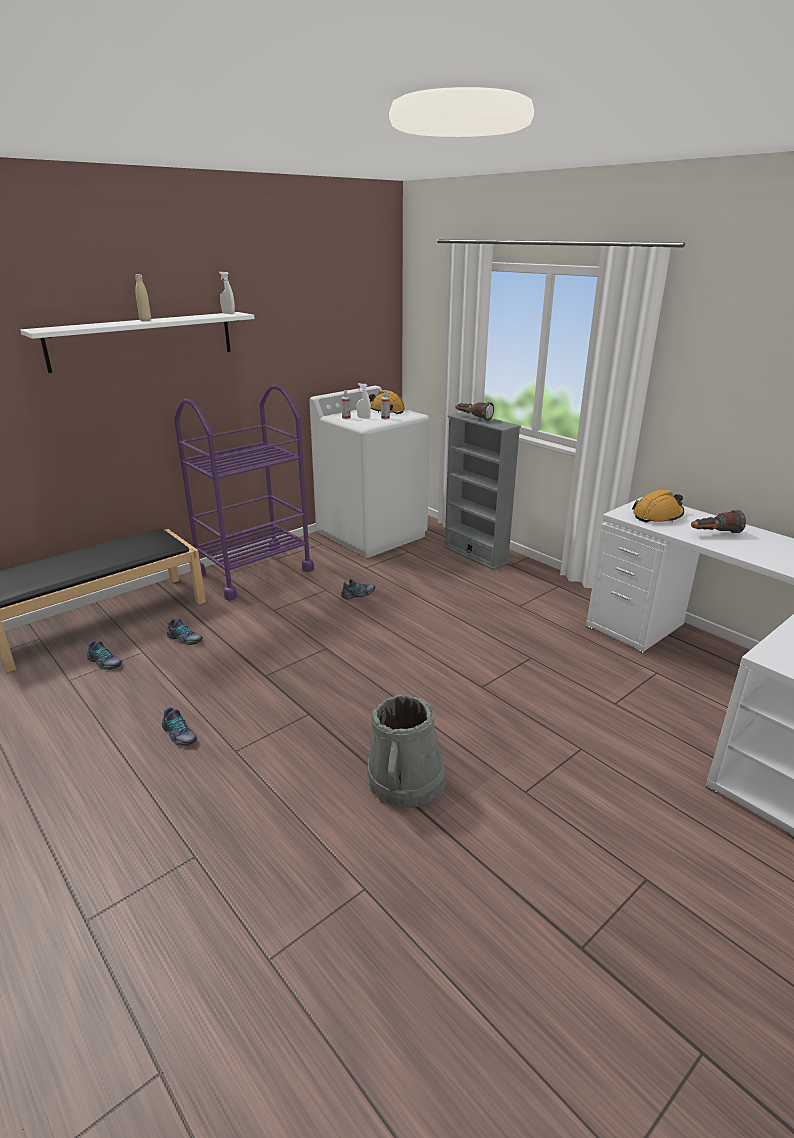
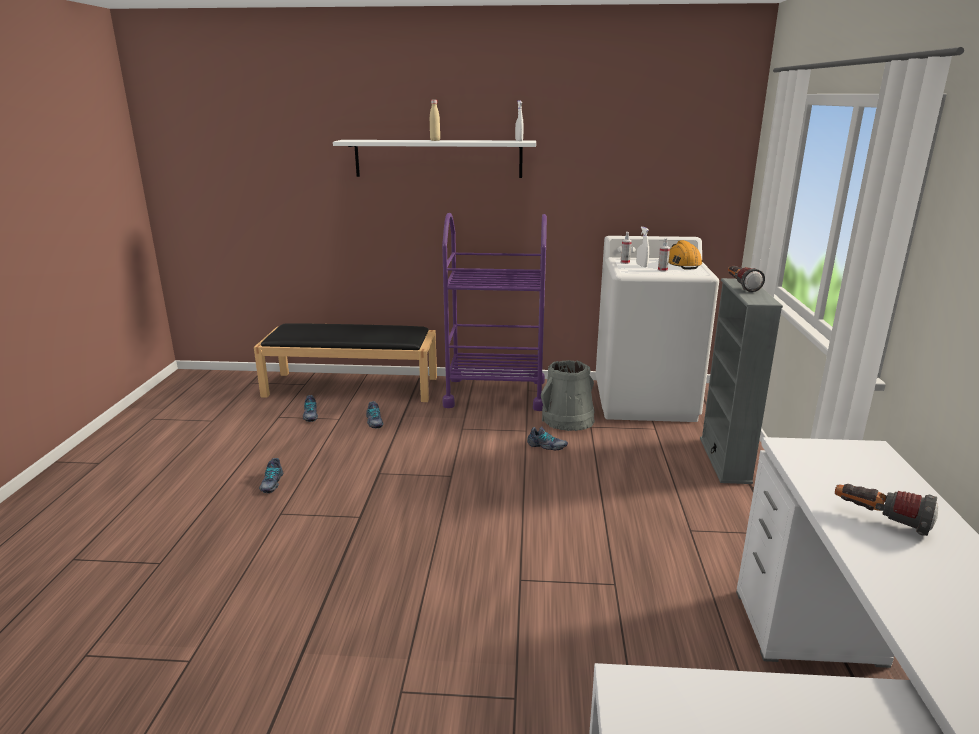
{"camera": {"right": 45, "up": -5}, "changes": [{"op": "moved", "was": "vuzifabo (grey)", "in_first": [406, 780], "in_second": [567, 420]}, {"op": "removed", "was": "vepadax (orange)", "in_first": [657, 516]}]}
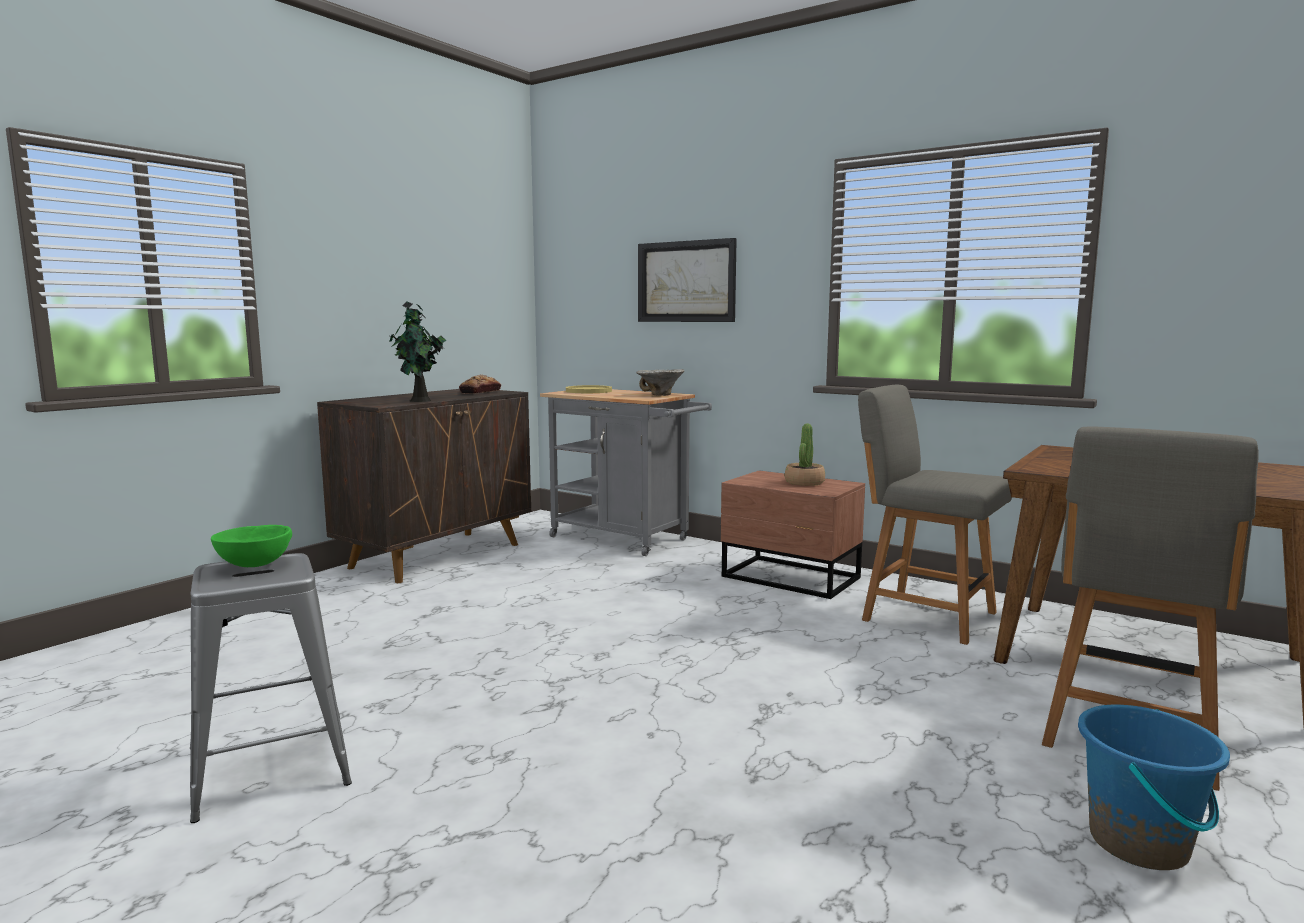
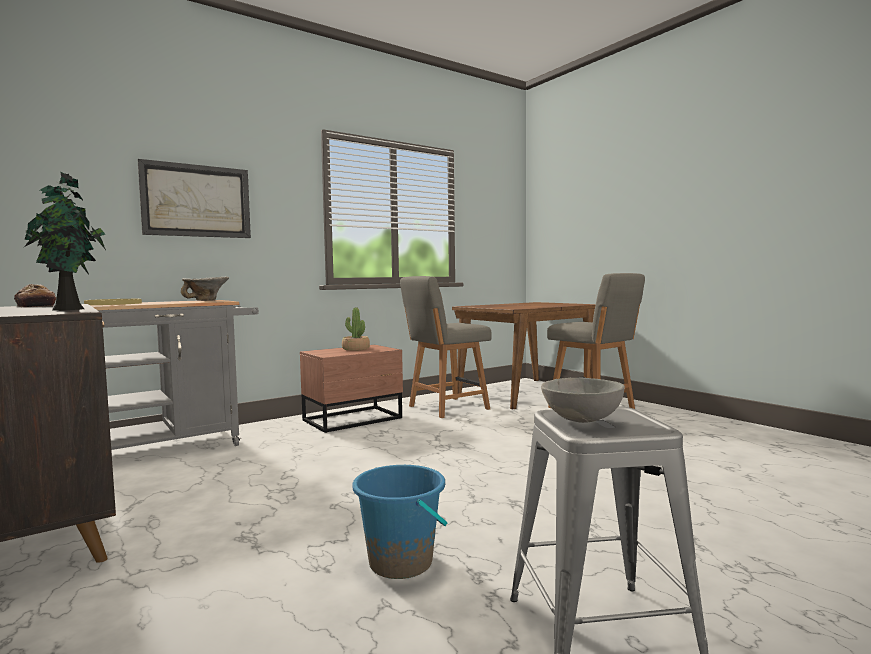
{"camera": {"right": -70, "up": -5}, "changes": [{"op": "recoloured", "was": "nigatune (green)", "now": "nigatune (grey)", "in_first": [253, 565], "in_second": [581, 421]}, {"op": "moved", "was": "vuzifabo (blue)", "in_first": [1139, 843], "in_second": [401, 562]}]}
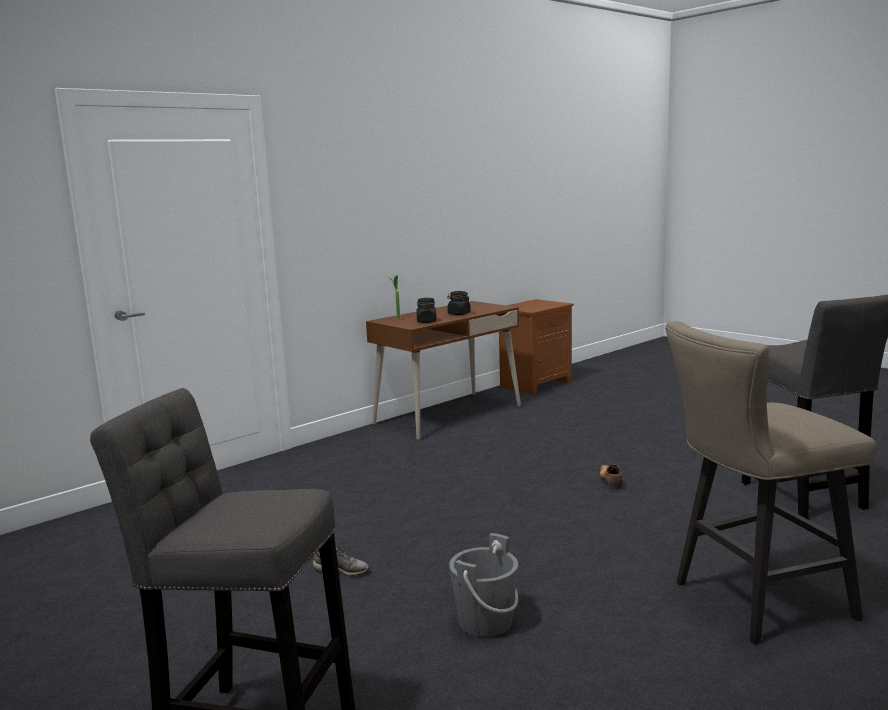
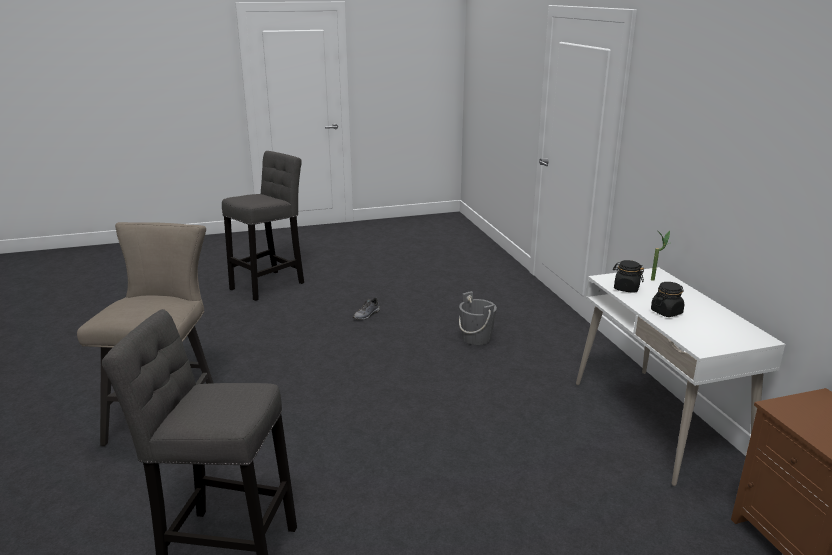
{"camera": {"right": 115, "up": 10}, "changes": [{"op": "recoloured", "was": "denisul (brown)", "now": "denisul (white)", "in_first": [448, 415], "in_second": [657, 422]}, {"op": "moved", "was": "vuzifabo (grey)", "in_first": [485, 621], "in_second": [476, 338]}, {"op": "removed", "was": "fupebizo", "in_first": [610, 481]}]}
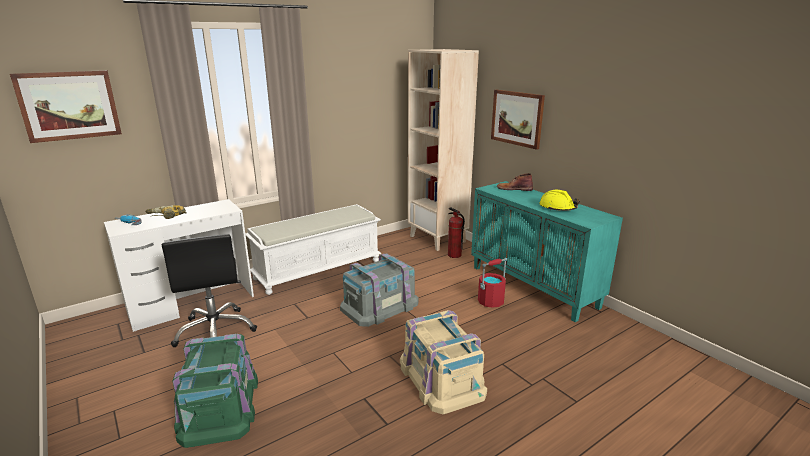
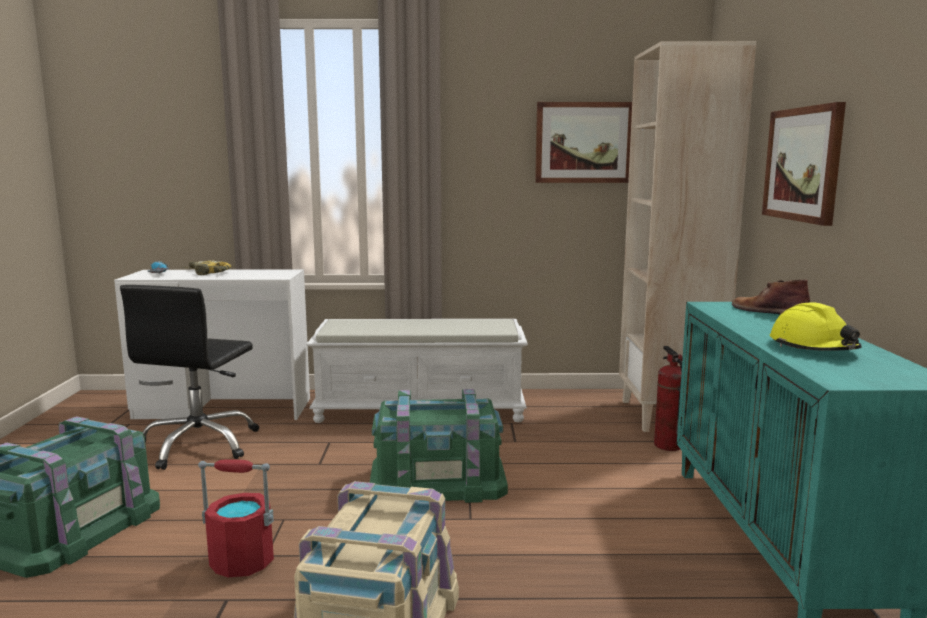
{"camera": {"right": 35, "up": -10}, "changes": [{"op": "moved", "was": "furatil", "in_first": [69, 105], "in_second": [583, 142]}, {"op": "recoloured", "was": "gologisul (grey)", "now": "gologisul (green)", "in_first": [379, 305], "in_second": [438, 480]}, {"op": "moved", "was": "vuzifabo (red)", "in_first": [490, 302], "in_second": [242, 562]}]}
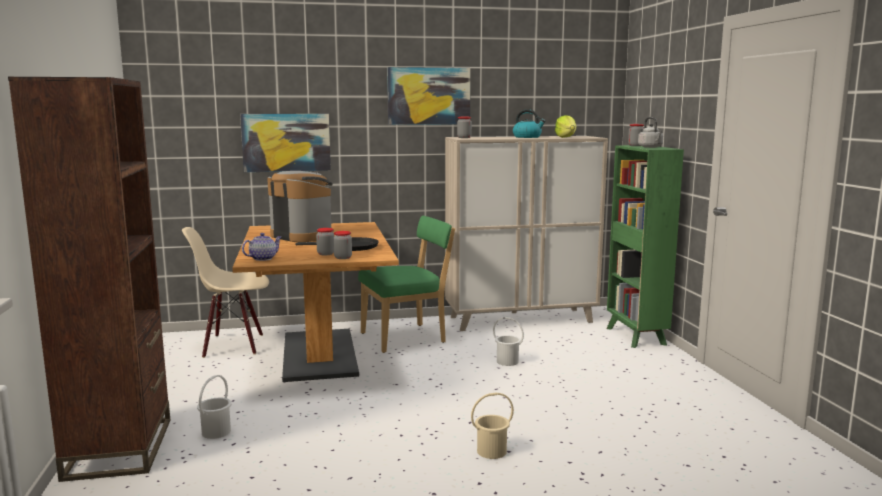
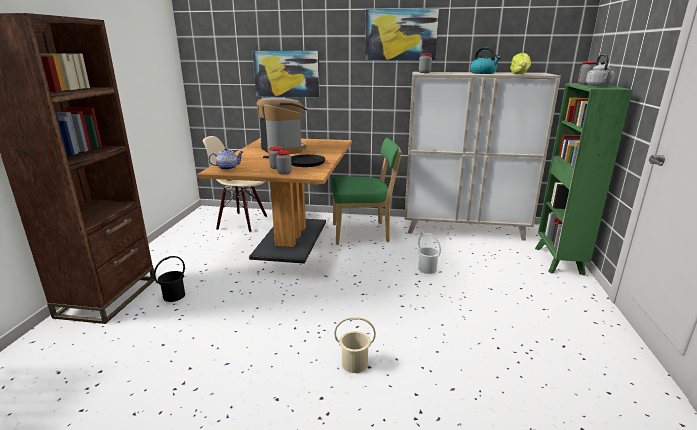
{"camera": {"right": 20, "up": 10}, "changes": [{"op": "recoloured", "was": "vuzifabo (white)", "now": "vuzifabo (black)", "in_first": [215, 432], "in_second": [173, 296]}]}
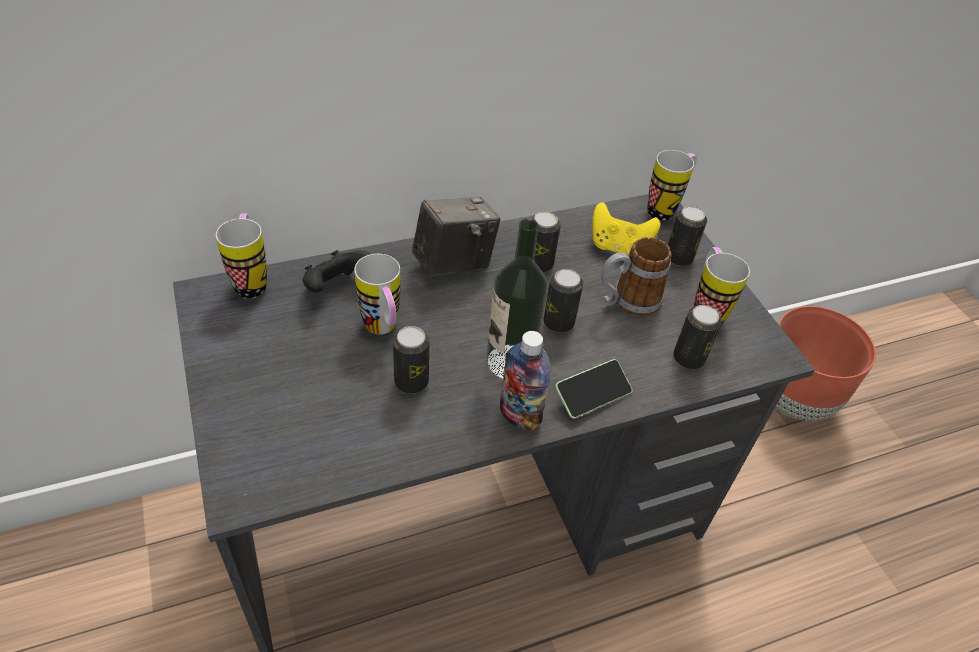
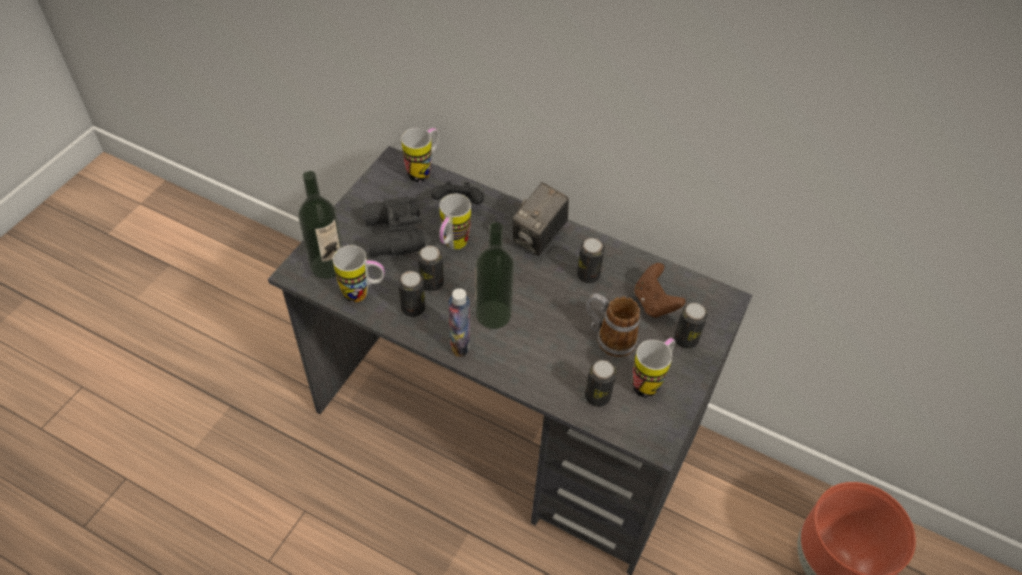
{"camera": {"right": 50, "up": 5}, "changes": [{"op": "turned", "was": "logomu", "in_first": [454, 263], "in_second": [539, 238], "clockwise": 105}, {"op": "moved", "was": "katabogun", "in_first": [558, 322], "in_second": [413, 308]}, {"op": "removed", "was": "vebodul", "in_first": [592, 395]}, {"op": "recoloured", "was": "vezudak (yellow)", "now": "vezudak (brown)", "in_first": [618, 247], "in_second": [654, 303]}, {"op": "moved", "was": "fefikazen", "in_first": [666, 209], "in_second": [363, 294]}, {"op": "added", "now": "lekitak", "in_second": [327, 265]}, {"op": "added", "now": "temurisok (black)", "in_second": [393, 236]}]}
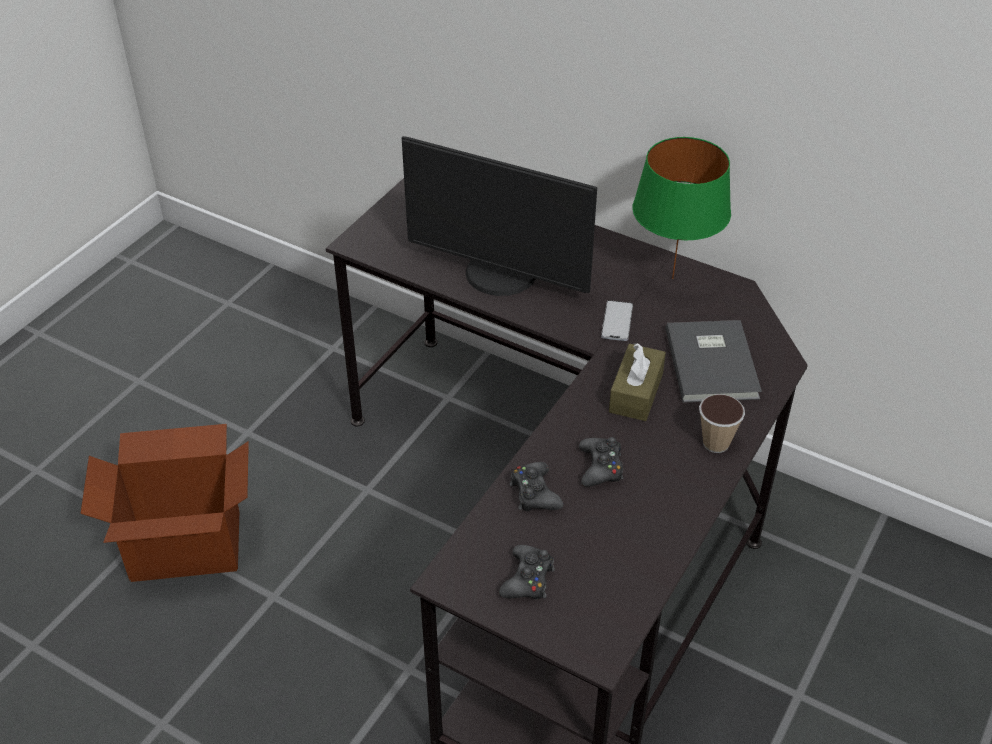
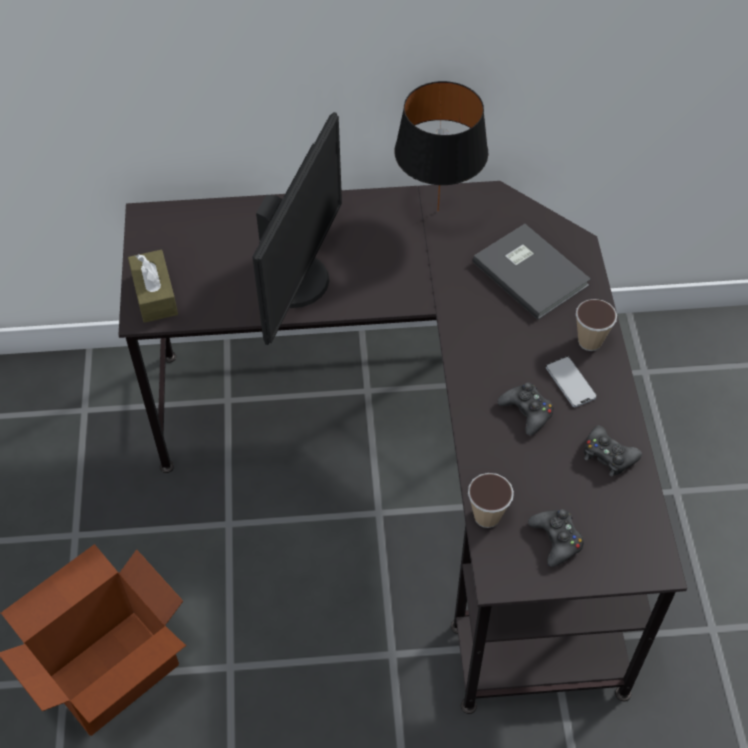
{"camera": {"right": -35, "up": 10}, "changes": [{"op": "turned", "was": "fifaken", "in_first": [499, 275], "in_second": [297, 281], "clockwise": -60}, {"op": "moved", "was": "vezudak (black)", "in_first": [534, 493], "in_second": [608, 455]}, {"op": "moved", "was": "vebodul", "in_first": [617, 322], "in_second": [570, 382]}, {"op": "moved", "was": "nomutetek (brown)", "in_first": [636, 393], "in_second": [155, 295]}, {"op": "recoloured", "was": "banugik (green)", "now": "banugik (black)", "in_first": [672, 279], "in_second": [438, 211]}, {"op": "added", "now": "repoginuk", "in_second": [487, 516]}]}
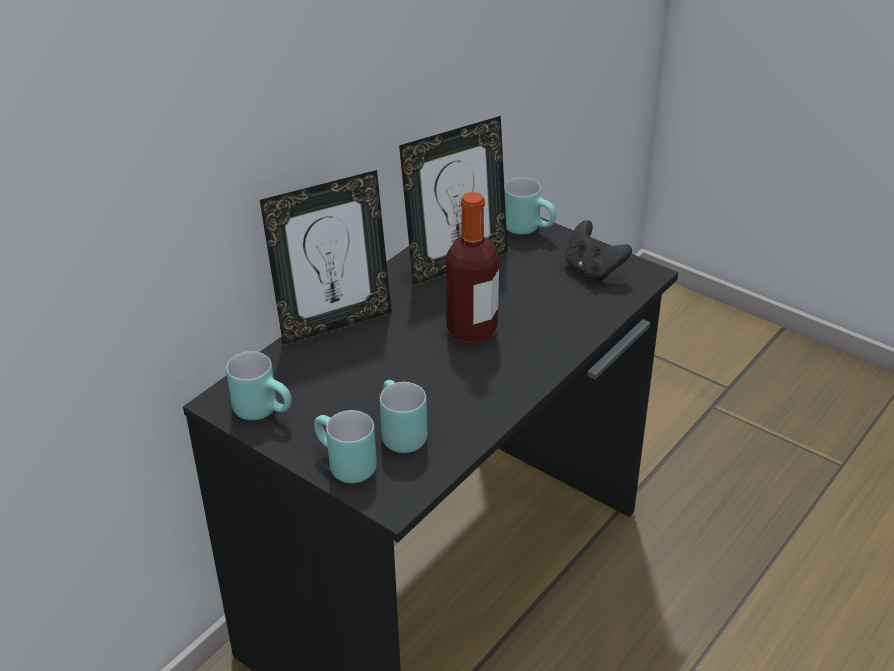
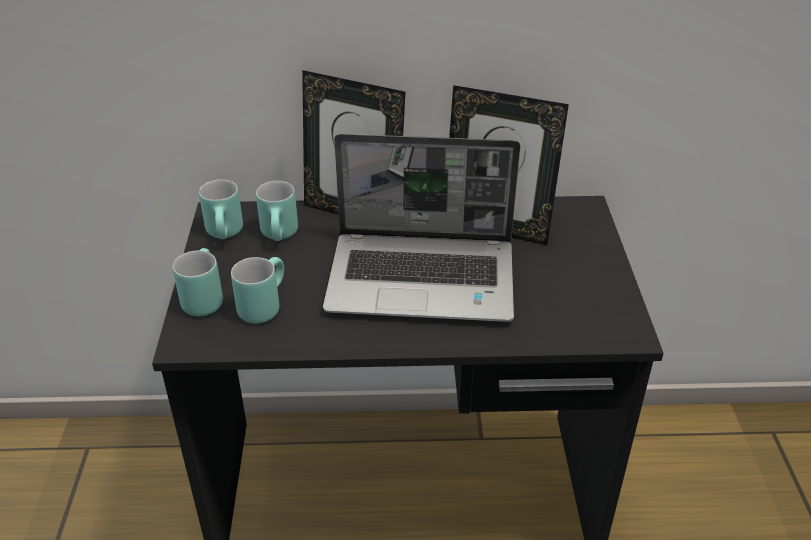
{"camera": {"right": 50, "up": 0}, "changes": [{"op": "replaced", "was": "lekitak", "now": "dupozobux", "in_first": [472, 331], "in_second": [424, 278]}, {"op": "moved", "was": "fefikazen (turquoise)", "in_first": [530, 228], "in_second": [282, 236]}, {"op": "removed", "was": "vezudak (black)", "in_first": [593, 269]}]}
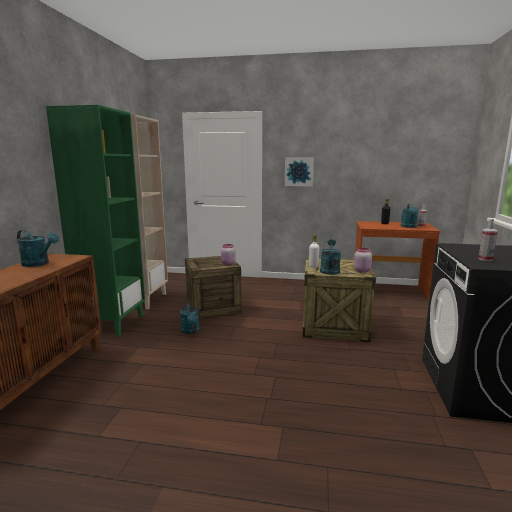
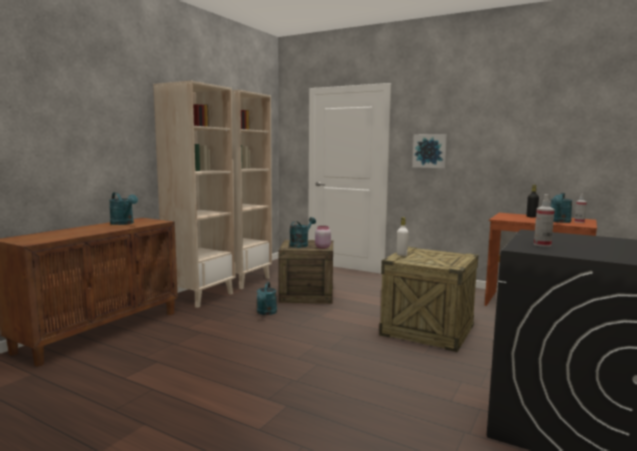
{"camera": {"right": 20, "up": -5}, "changes": [{"op": "recoloured", "was": "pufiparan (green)", "now": "pufiparan (beige)", "in_first": [112, 323], "in_second": [200, 296]}, {"op": "moved", "was": "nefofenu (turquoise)", "in_first": [329, 270], "in_second": [300, 244]}, {"op": "removed", "was": "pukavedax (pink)", "in_first": [362, 270]}]}
